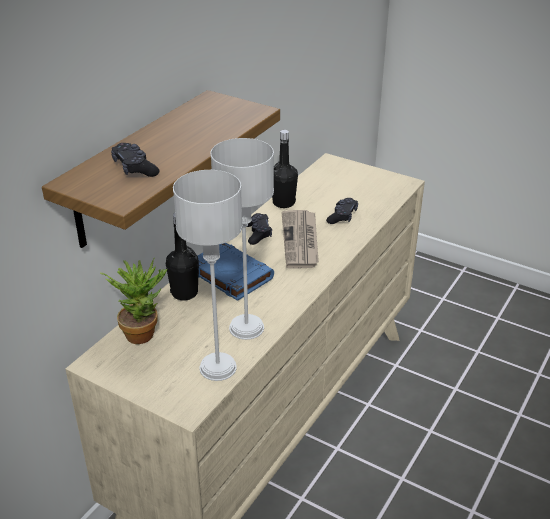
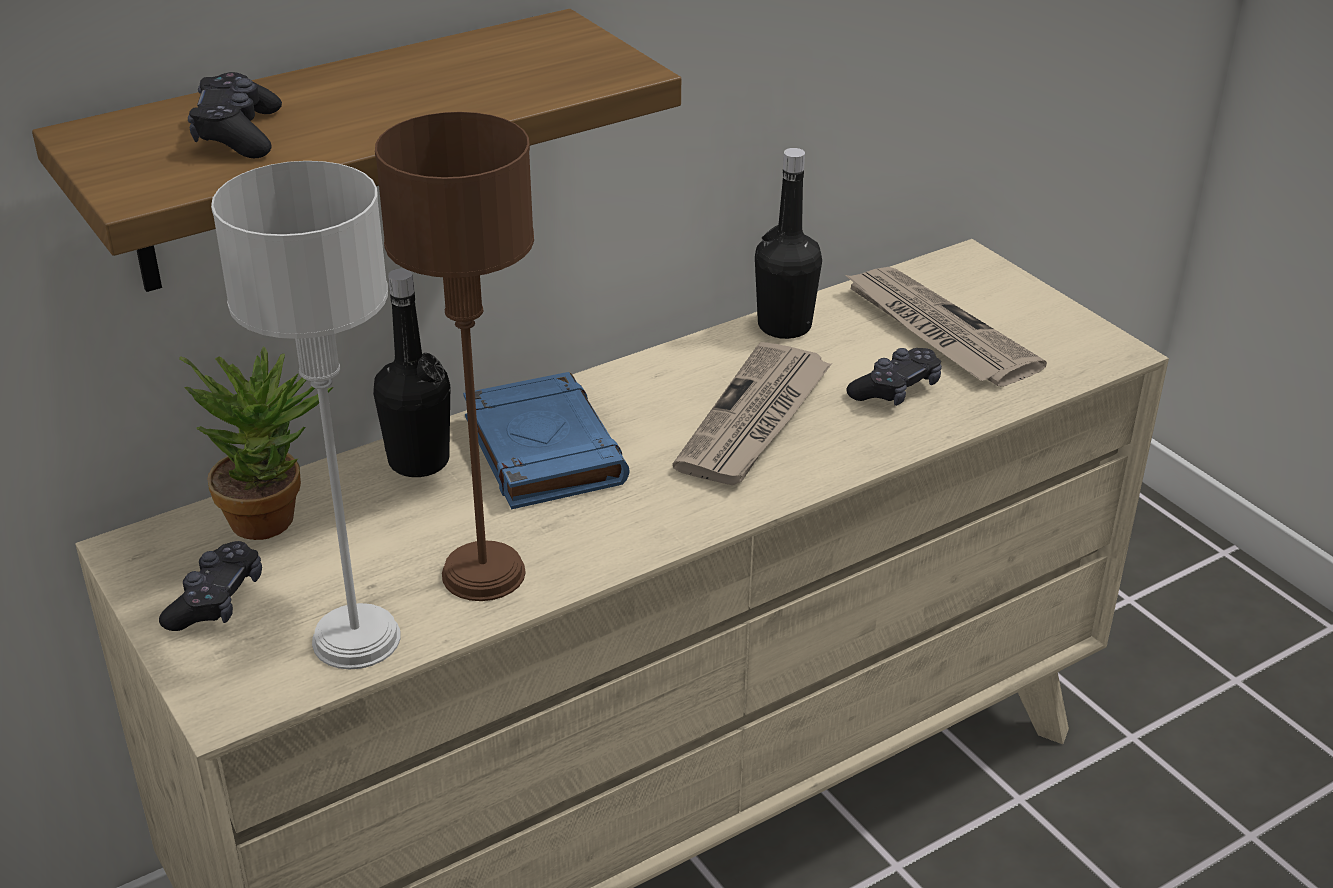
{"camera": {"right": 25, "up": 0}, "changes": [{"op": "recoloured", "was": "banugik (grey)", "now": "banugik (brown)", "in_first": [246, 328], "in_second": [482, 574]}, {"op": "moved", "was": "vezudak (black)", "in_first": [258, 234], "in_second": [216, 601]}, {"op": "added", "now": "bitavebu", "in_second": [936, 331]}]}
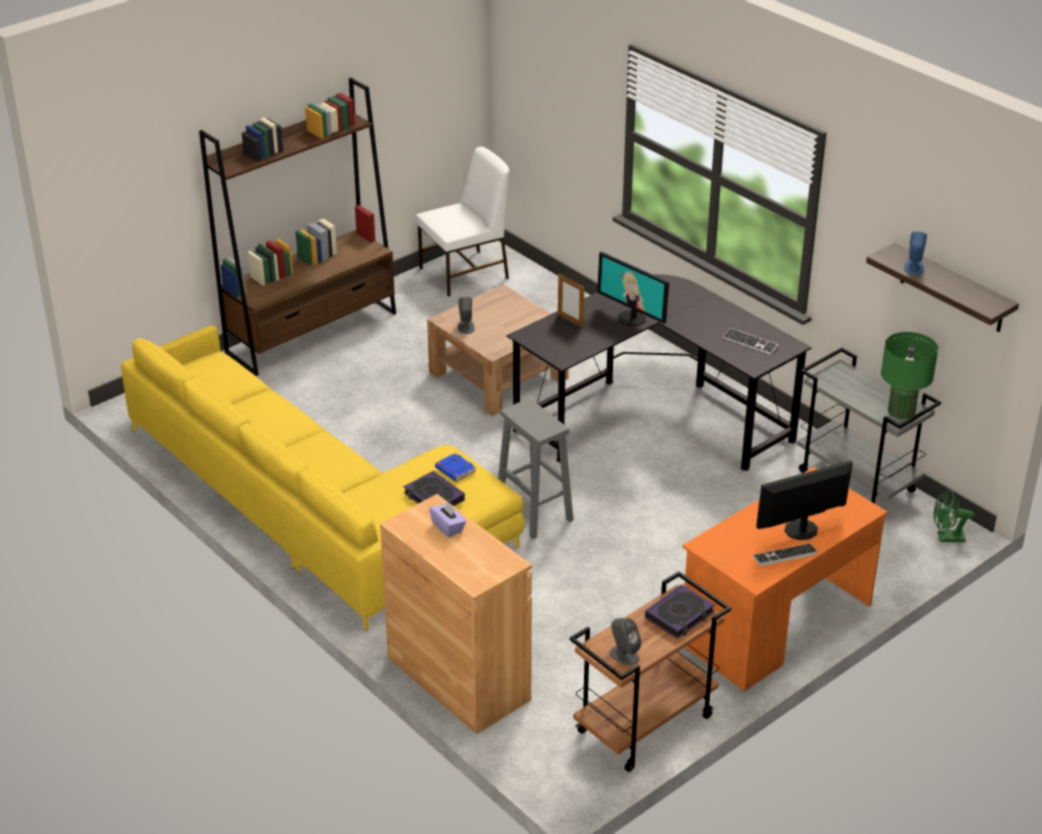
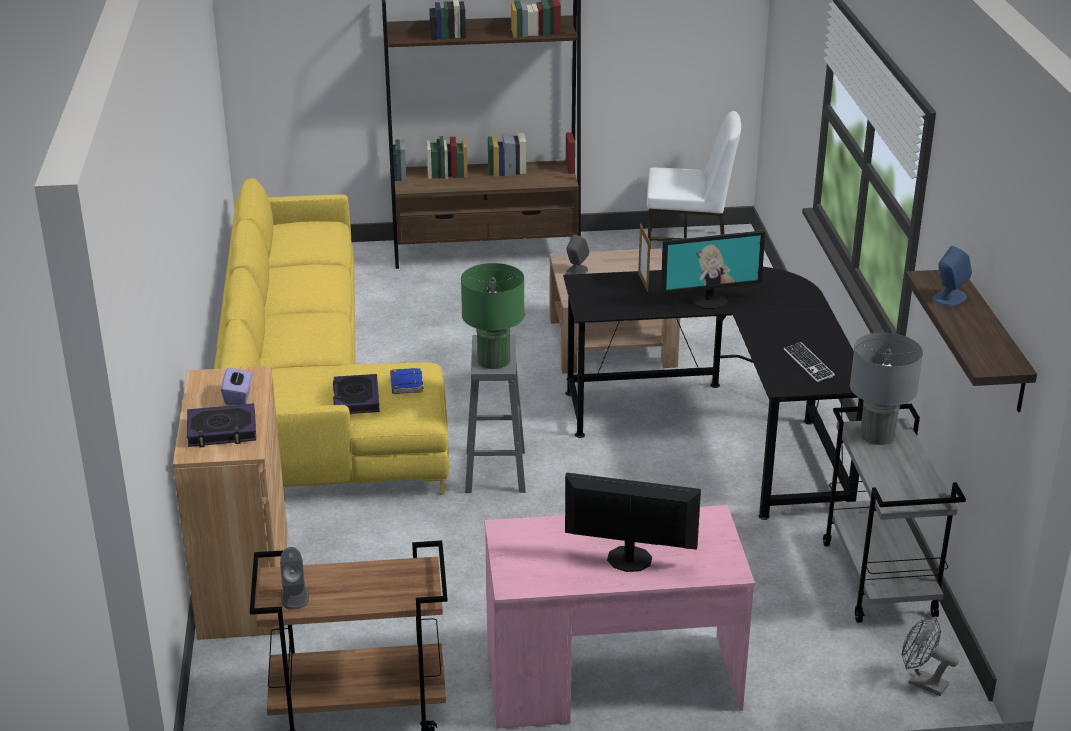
{"camera": {"right": 35, "up": -5}, "changes": [{"op": "turned", "was": "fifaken", "in_first": [632, 318], "in_second": [709, 301], "clockwise": -90}, {"op": "moved", "was": "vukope", "in_first": [679, 615], "in_second": [222, 431]}, {"op": "recoloured", "was": "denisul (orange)", "now": "denisul (pink)", "in_first": [776, 625], "in_second": [611, 680]}, {"op": "removed", "was": "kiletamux", "in_first": [784, 555]}, {"op": "moved", "was": "banugik (green)", "in_first": [901, 411], "in_second": [493, 360]}, {"op": "recoloured", "was": "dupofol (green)", "now": "dupofol (grey)", "in_first": [946, 538], "in_second": [921, 682]}, {"op": "added", "now": "banugik (grey)", "in_second": [877, 435]}]}
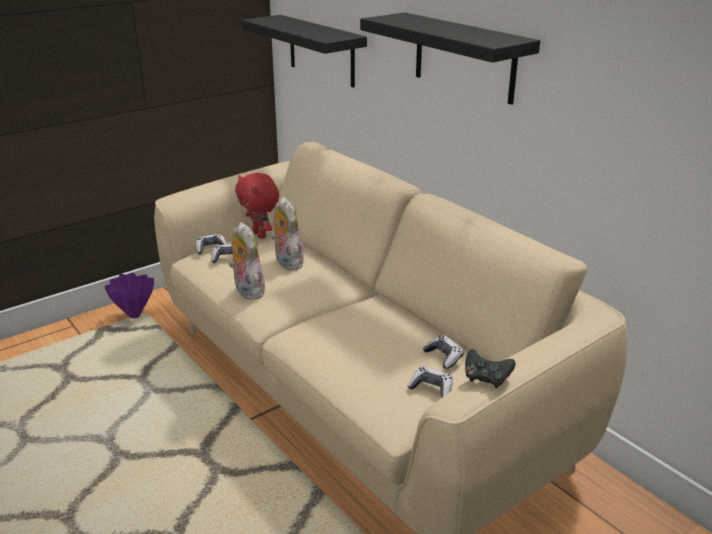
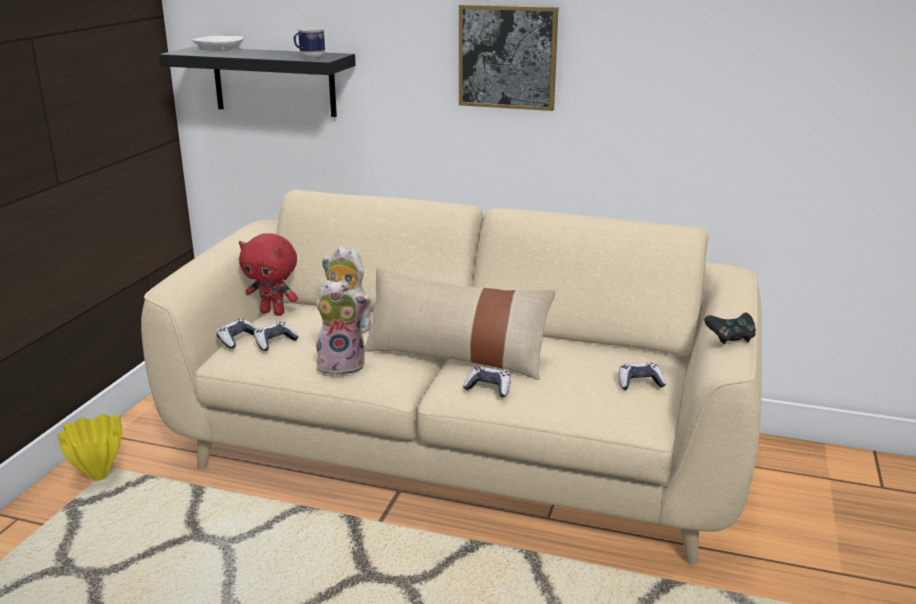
{"camera": {"right": -35, "up": -5}, "changes": [{"op": "recoloured", "was": "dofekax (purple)", "now": "dofekax (yellow)", "in_first": [134, 317], "in_second": [98, 478]}, {"op": "turned", "was": "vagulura", "in_first": [247, 291], "in_second": [343, 365], "clockwise": 150}, {"op": "replaced", "was": "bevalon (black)", "now": "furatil", "in_first": [464, 57], "in_second": [507, 57]}, {"op": "moved", "was": "vezudak", "in_first": [443, 357], "in_second": [488, 388]}, {"op": "added", "now": "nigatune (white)", "in_second": [220, 51]}, {"op": "added", "now": "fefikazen", "in_second": [309, 58]}, {"op": "added", "now": "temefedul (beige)", "in_second": [456, 356]}]}
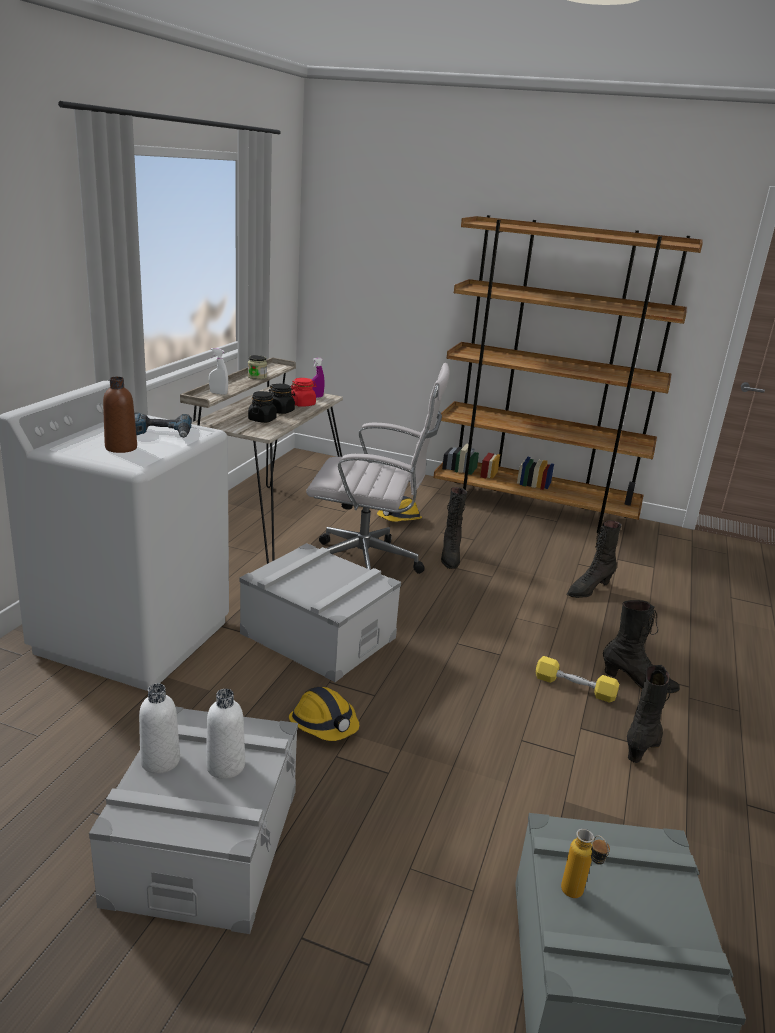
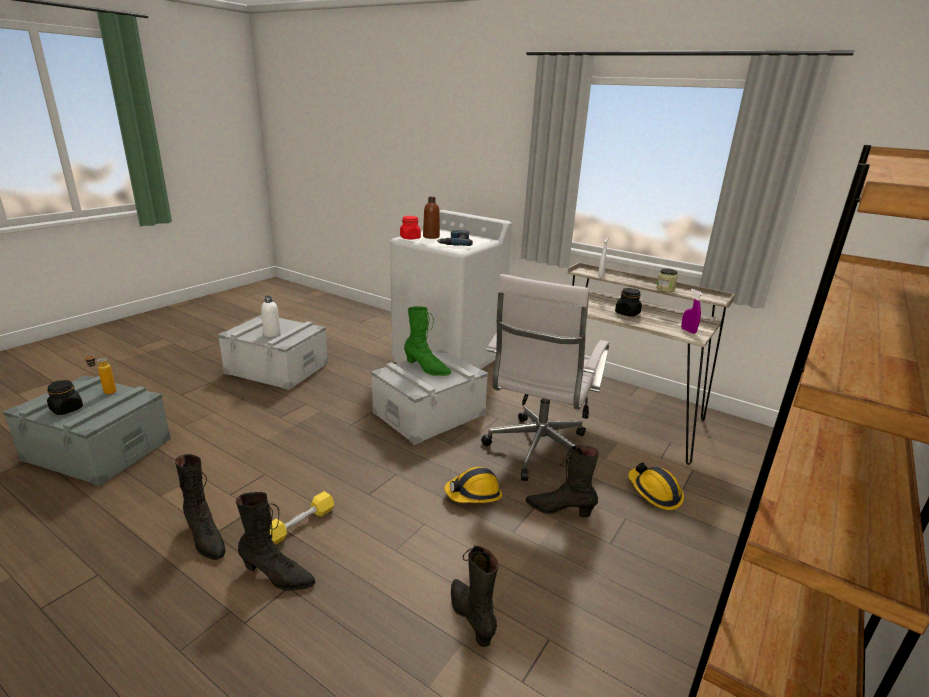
{"camera": {"right": 105, "up": 0}, "changes": [{"op": "removed", "was": "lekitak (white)", "in_first": [160, 761]}, {"op": "moved", "was": "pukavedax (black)", "in_first": [262, 420], "in_second": [67, 409]}, {"op": "moved", "was": "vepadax", "in_first": [324, 724], "in_second": [474, 494]}, {"op": "moved", "was": "pukavedax (red)", "in_first": [302, 404], "in_second": [410, 238]}, {"op": "turned", "was": "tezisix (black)", "in_first": [638, 683], "in_second": [277, 576], "clockwise": -105}, {"op": "added", "now": "tezisix (green)", "in_second": [426, 368]}]}
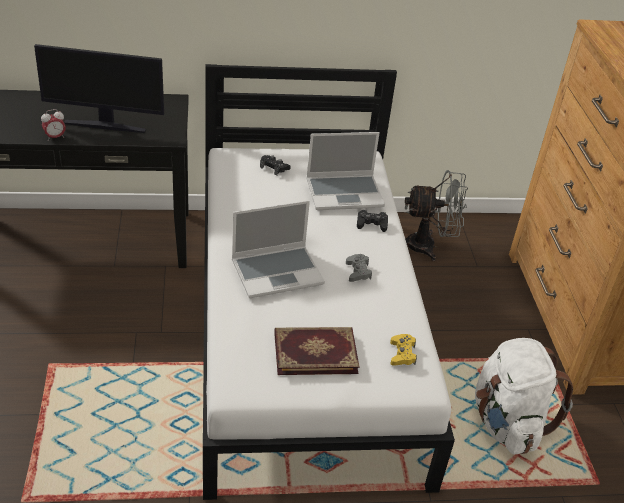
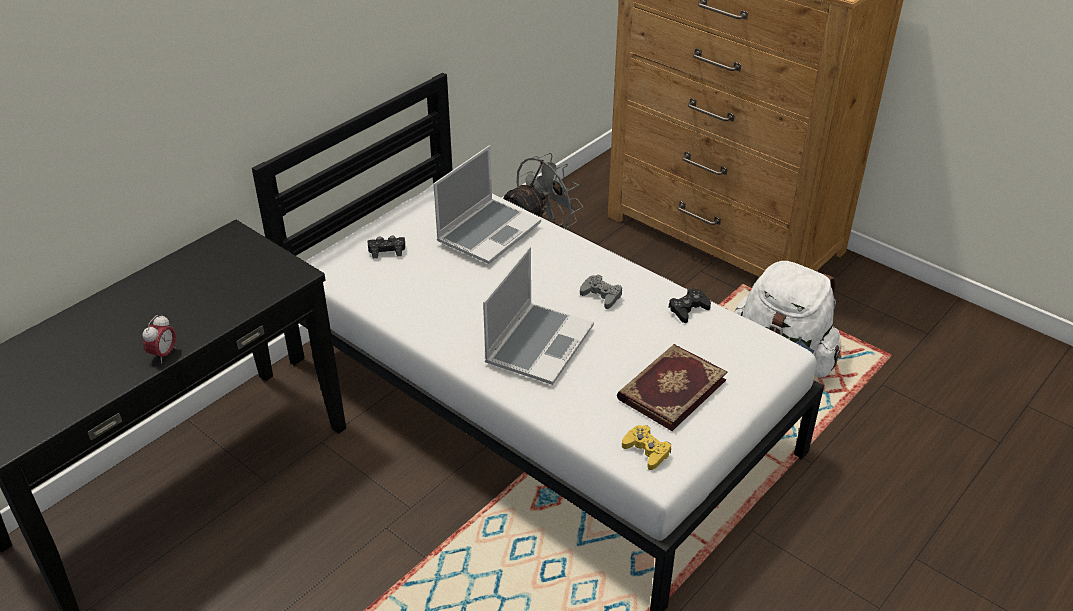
{"camera": {"right": -40, "up": 0}, "changes": [{"op": "removed", "was": "fifaken", "in_first": [105, 125]}, {"op": "moved", "was": "vezudak (black)", "in_first": [371, 224], "in_second": [688, 309]}, {"op": "moved", "was": "vezudak (yellow)", "in_first": [402, 354], "in_second": [646, 451]}]}
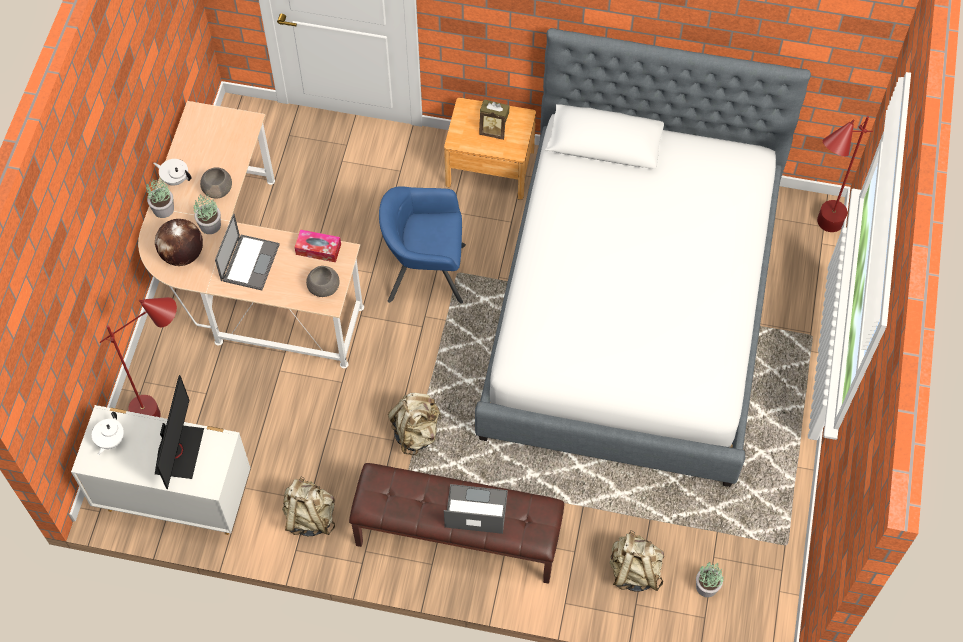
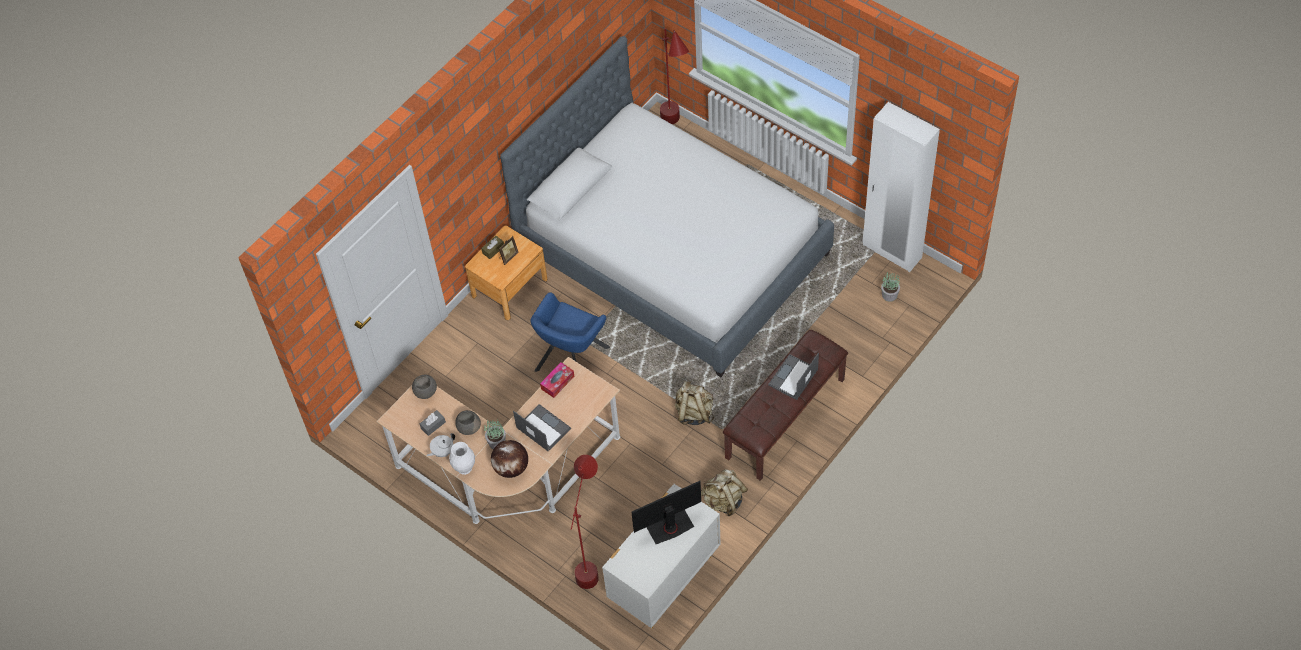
{"camera": {"right": -60, "up": -5}, "changes": [{"op": "removed", "was": "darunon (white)", "in_first": [110, 440]}, {"op": "replaced", "was": "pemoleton", "now": "dofekax (white)", "in_first": [164, 209], "in_second": [464, 467]}, {"op": "turned", "was": "fifaken", "in_first": [178, 451], "in_second": [669, 525], "clockwise": -60}, {"op": "moved", "was": "nigatune (grey)", "in_first": [323, 287], "in_second": [425, 392]}, {"op": "removed", "was": "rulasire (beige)", "in_first": [634, 571]}, {"op": "added", "now": "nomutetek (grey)", "in_second": [433, 425]}, {"op": "added", "now": "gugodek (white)", "in_second": [891, 252]}]}
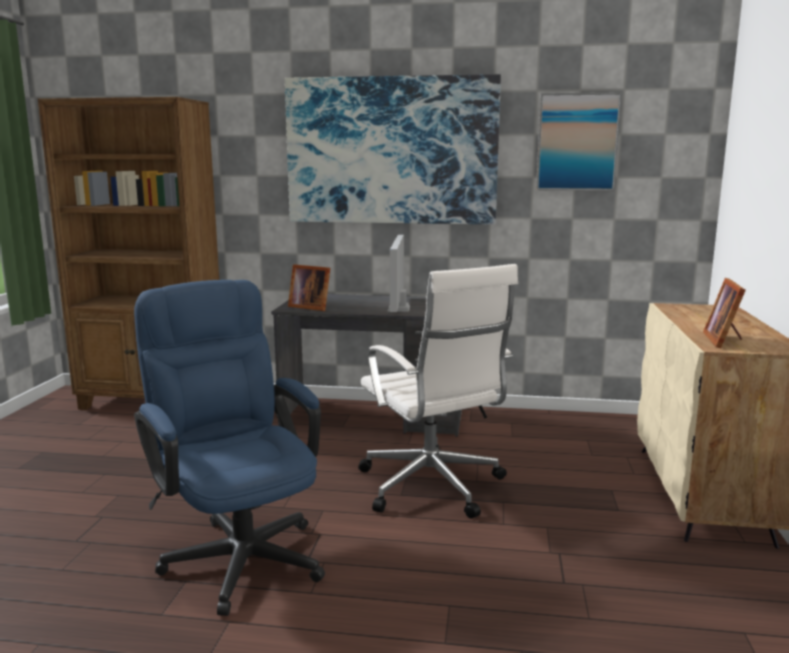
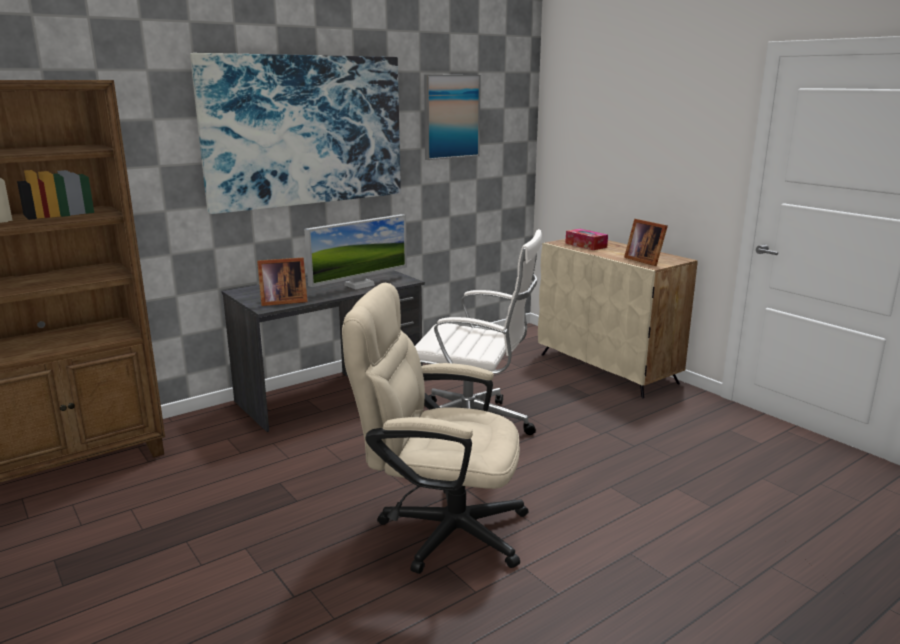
{"camera": {"right": -45, "up": 5}, "changes": [{"op": "recoloured", "was": "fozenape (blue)", "now": "fozenape (beige)", "in_first": [238, 552], "in_second": [439, 529]}, {"op": "turned", "was": "fifaken", "in_first": [398, 308], "in_second": [359, 285], "clockwise": -90}, {"op": "added", "now": "nomutetek", "in_second": [586, 245]}]}
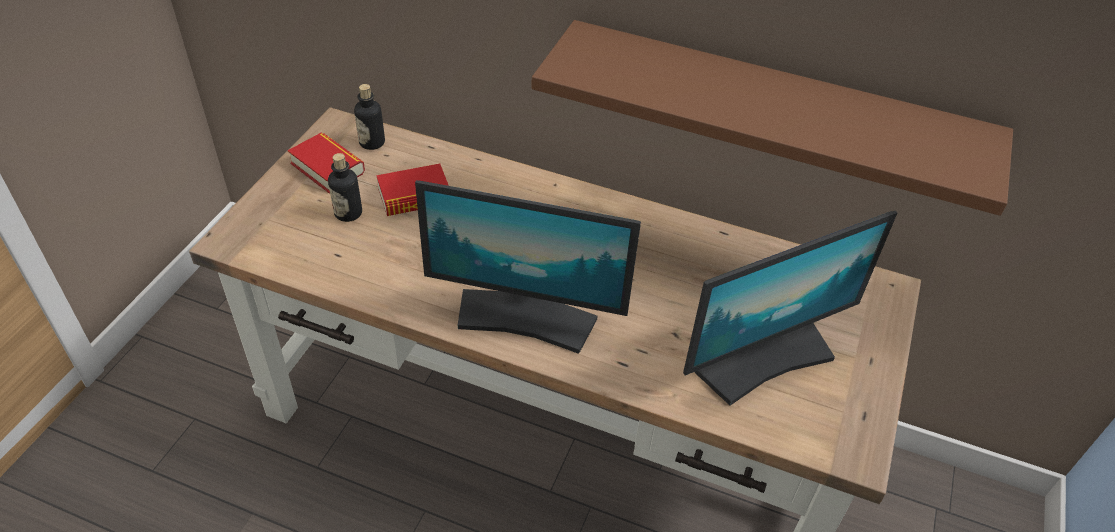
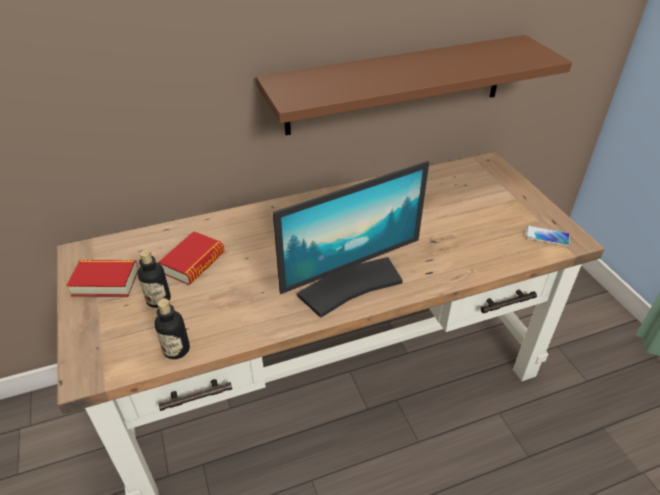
{"camera": {"right": -40, "up": -5}, "changes": [{"op": "moved", "was": "lekitak", "in_first": [372, 142], "in_second": [176, 349]}, {"op": "removed", "was": "fifaken", "in_first": [763, 359]}, {"op": "added", "now": "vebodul", "in_second": [547, 236]}]}
